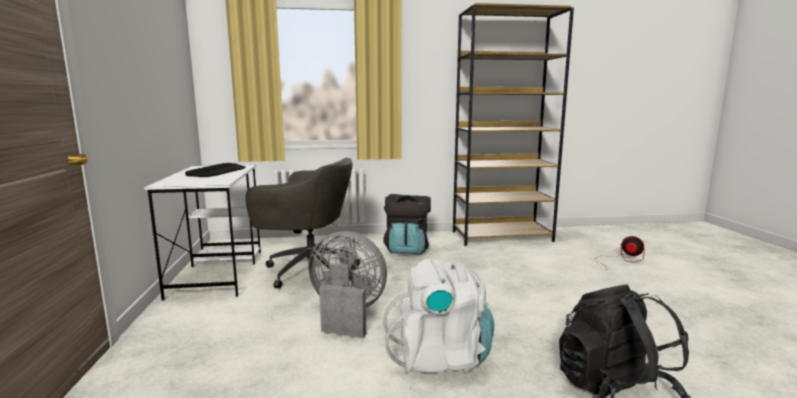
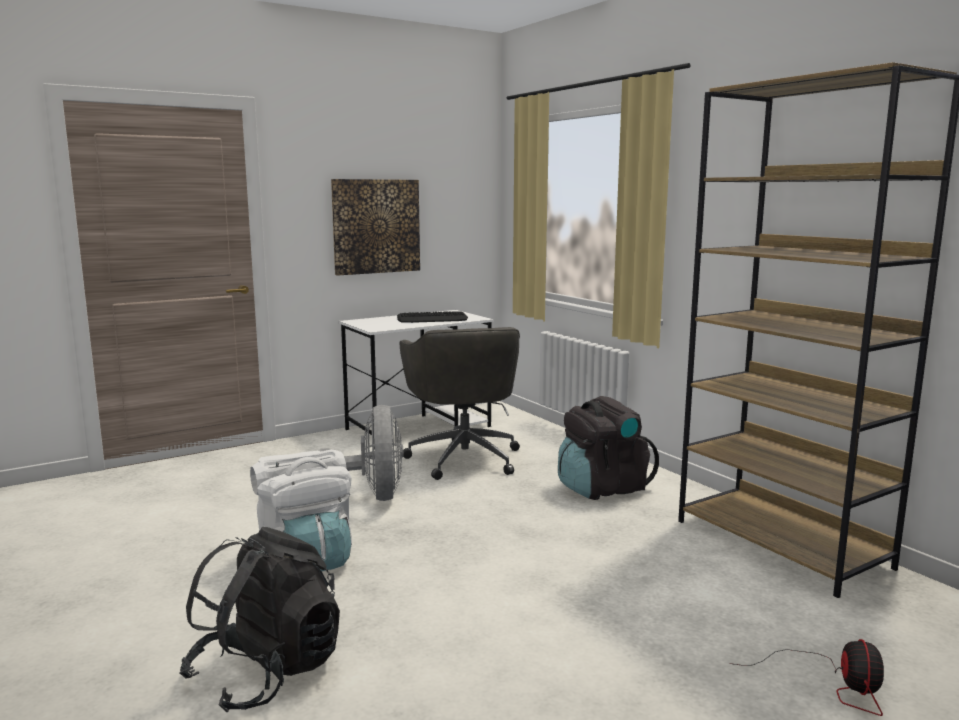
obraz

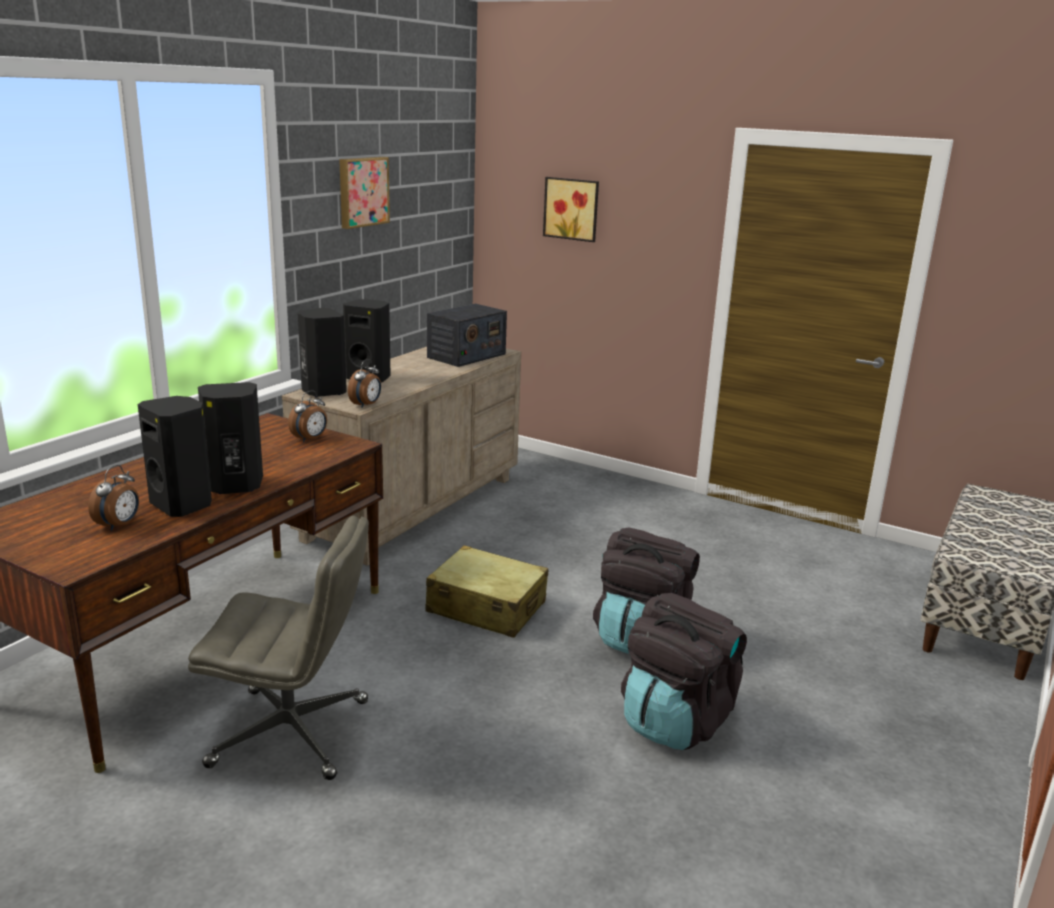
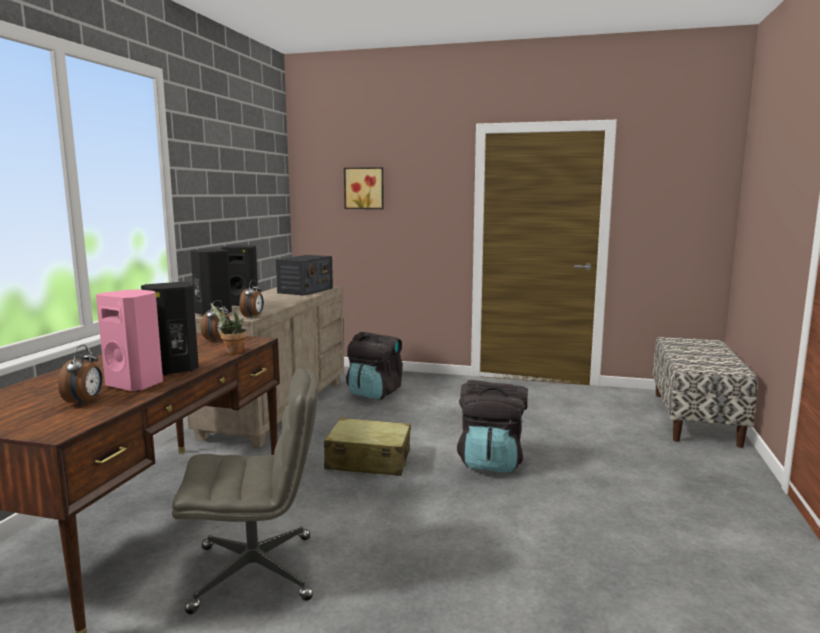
obraz (no. 1 from left in the first image)
roślina doniczkowa
plecak (czarny) (no. 1 from left)
głośnik (różowy)

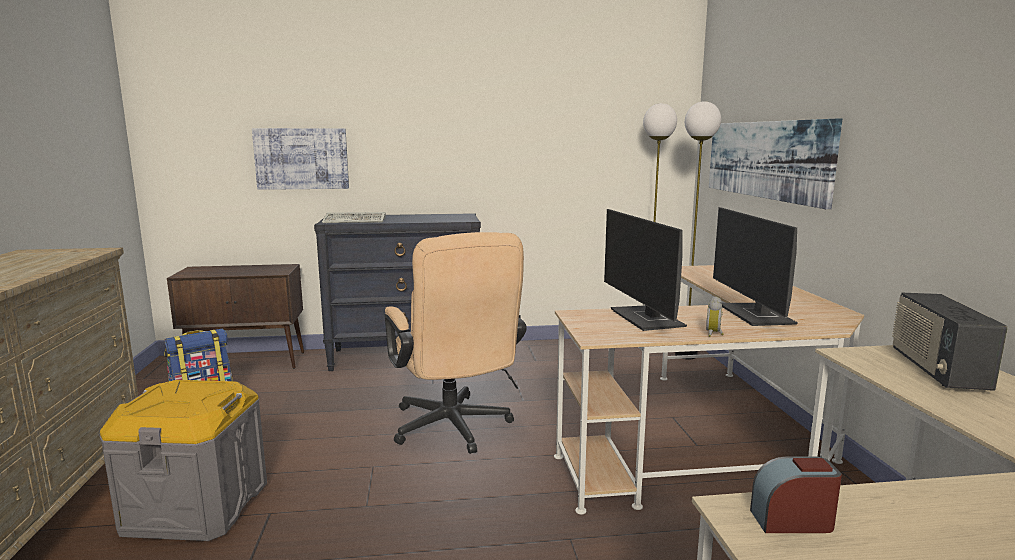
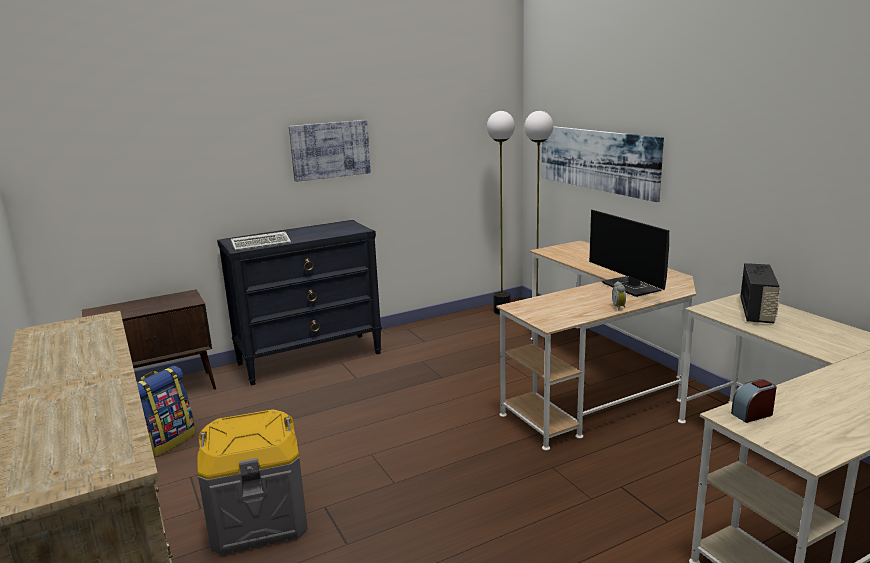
krzesło biurowe (beżowy)
monitor (no. 1 from left in the first image)
obraz (no. 1 from left)
radio

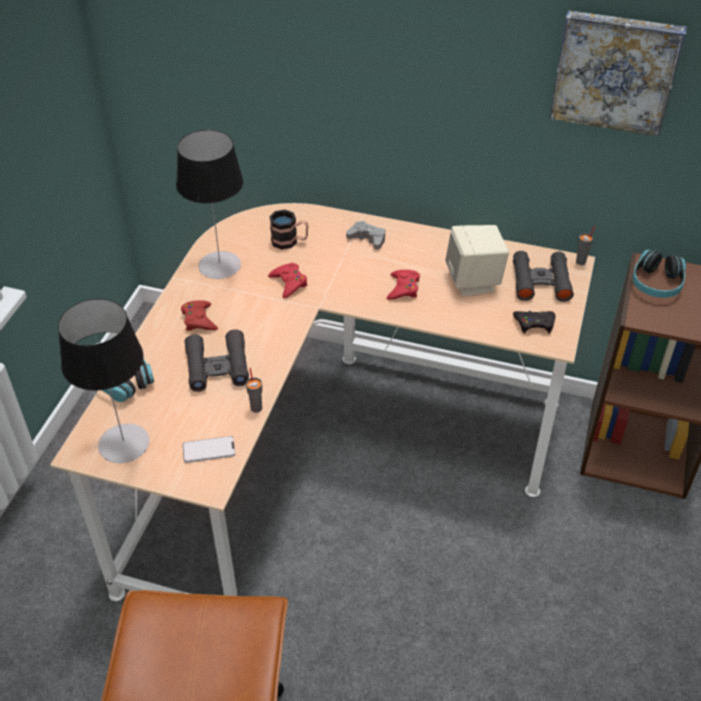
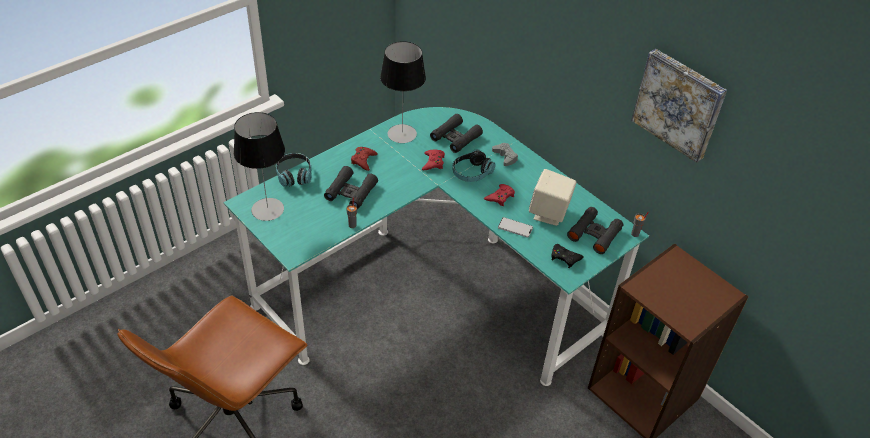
telefon
słuchawki (no. 2 from left)
lornetka (czarny) (no. 2 from left)
biurko (turkusowy)

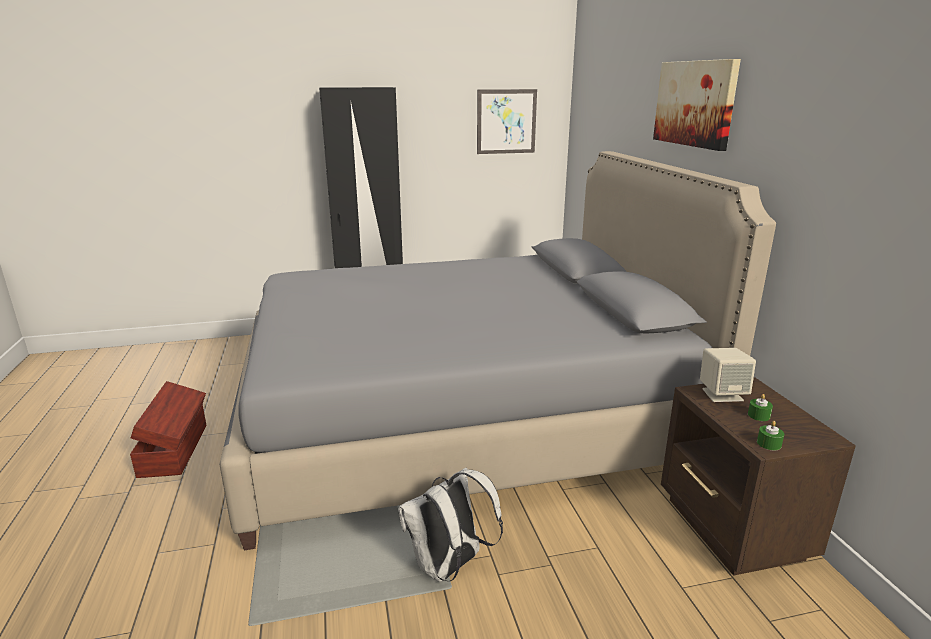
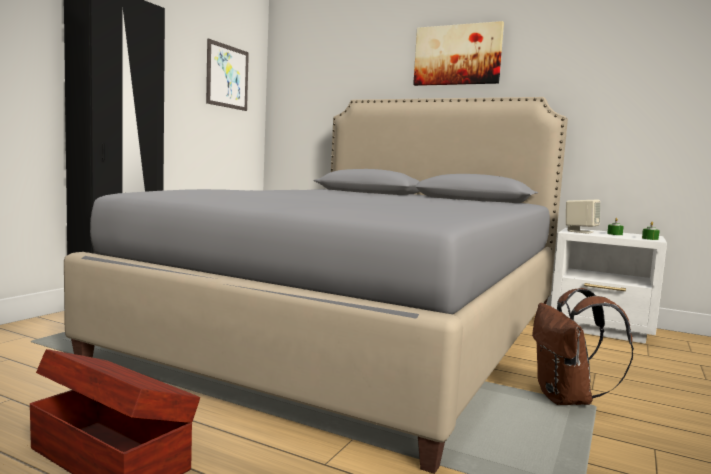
plecak (brązowy)
szafka nocna (biały)

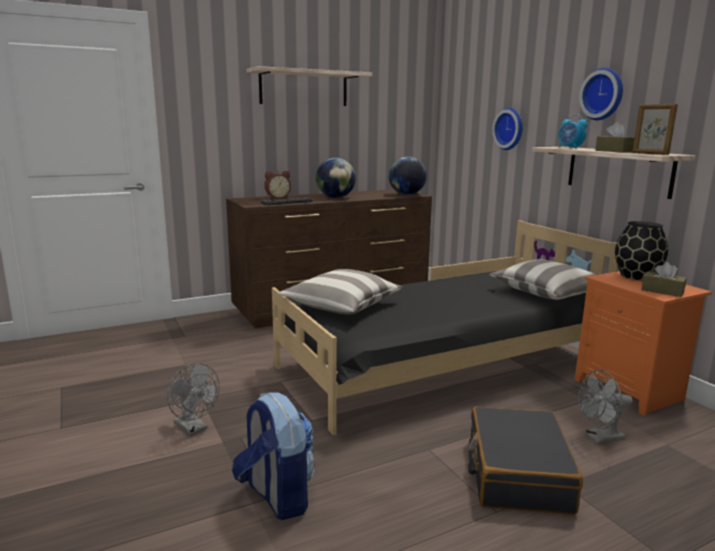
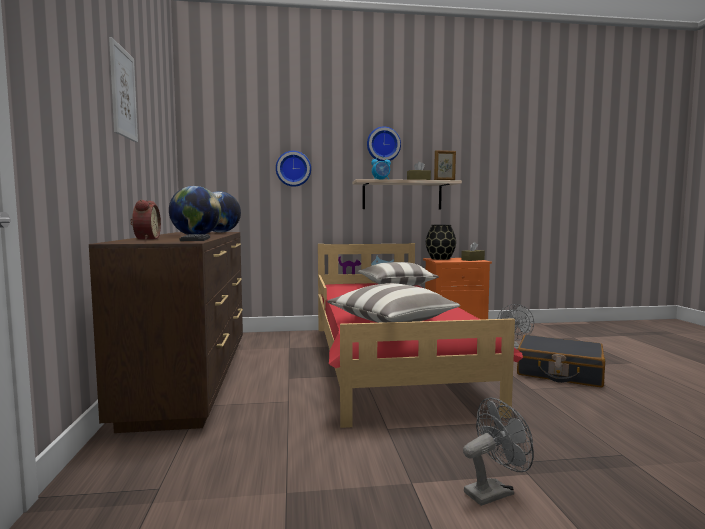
plecak
obraz
łóżko (czerwony)

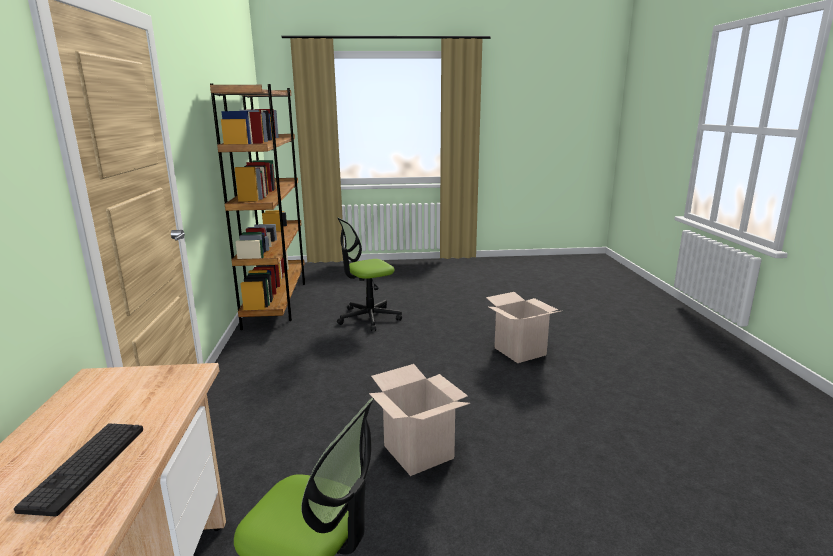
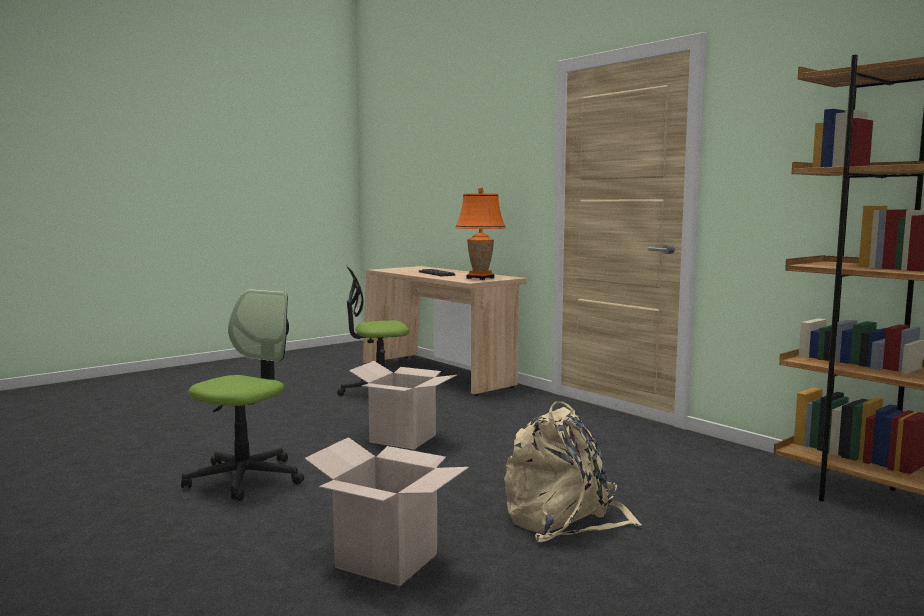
lampa stołowa (pomarańczowy)
plecak (beżowy)
krzesło biurowe (no. 1 from left)

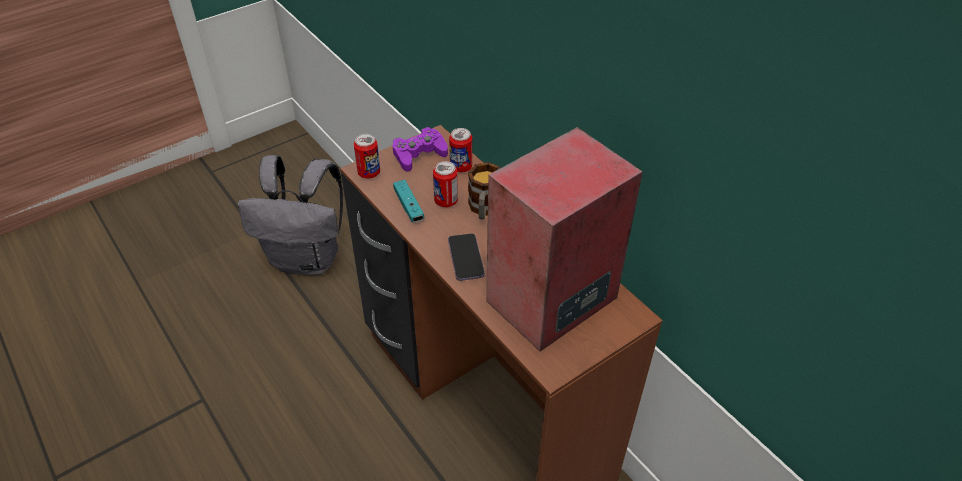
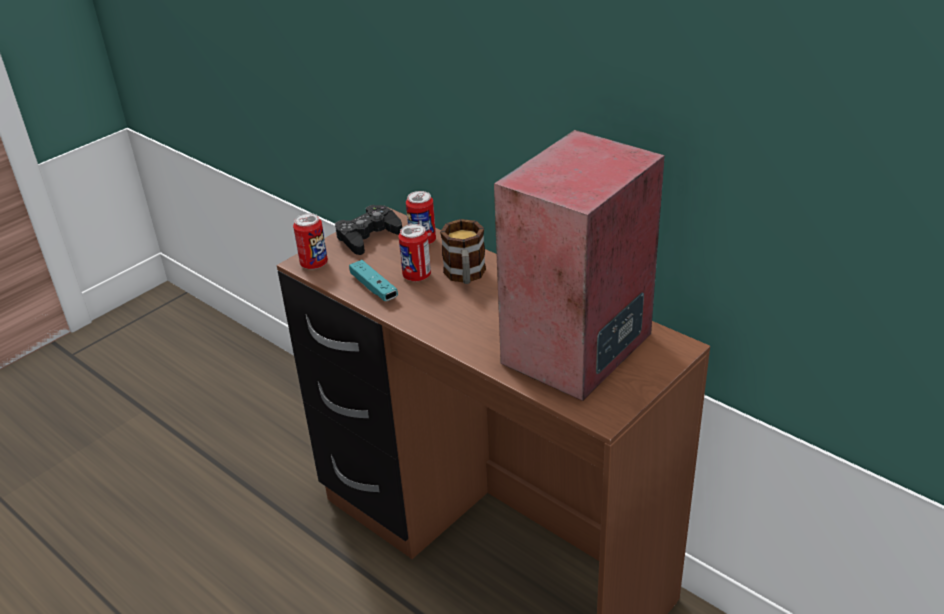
plecak (szary)
telefon
pad do gier (czarny)

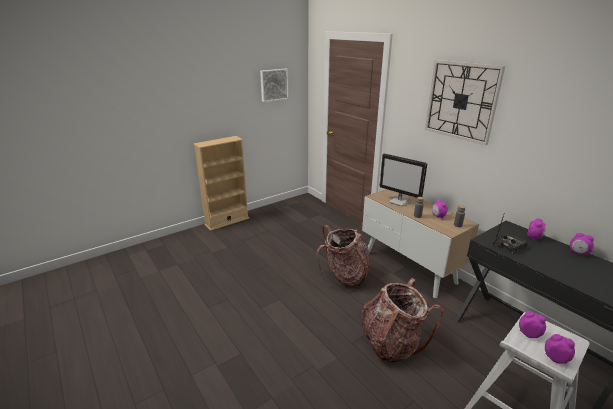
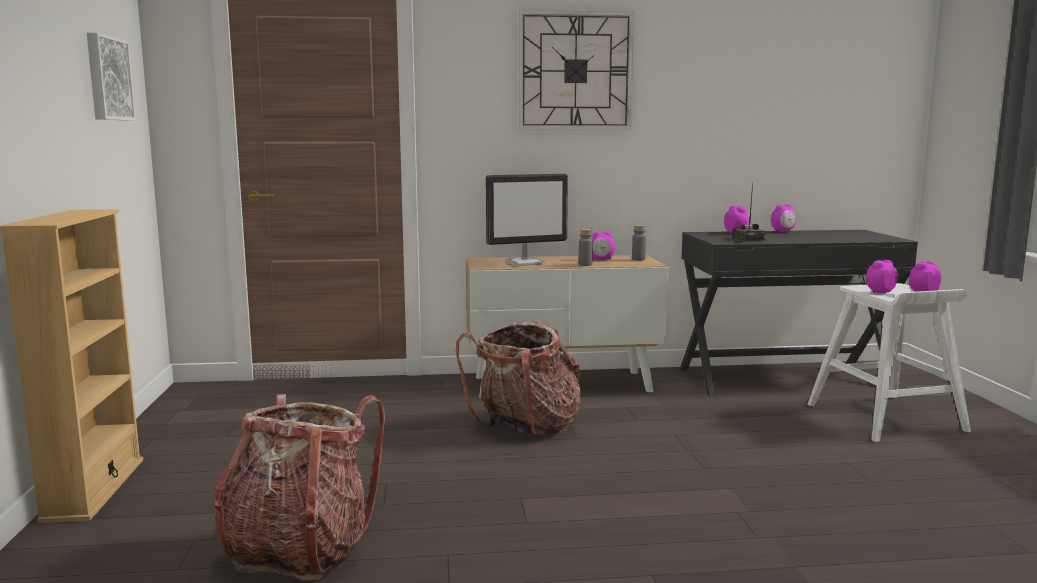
plecak (no. 1 from left)

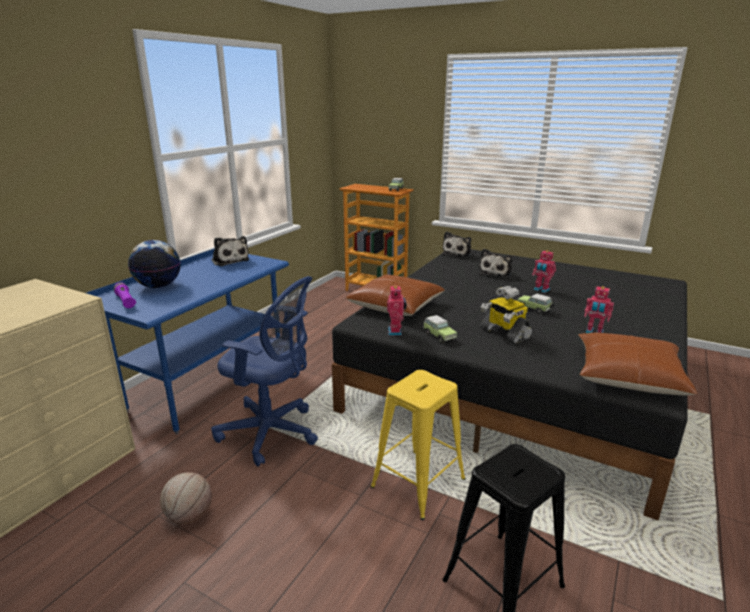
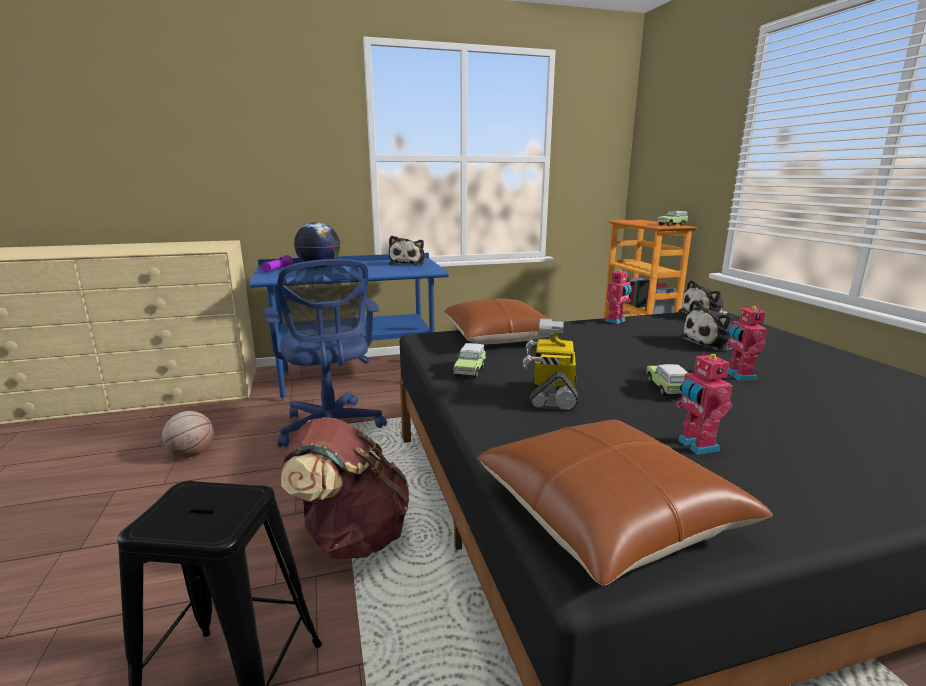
robot zabawkowy (no. 2 from left)
plecak (brązowy)

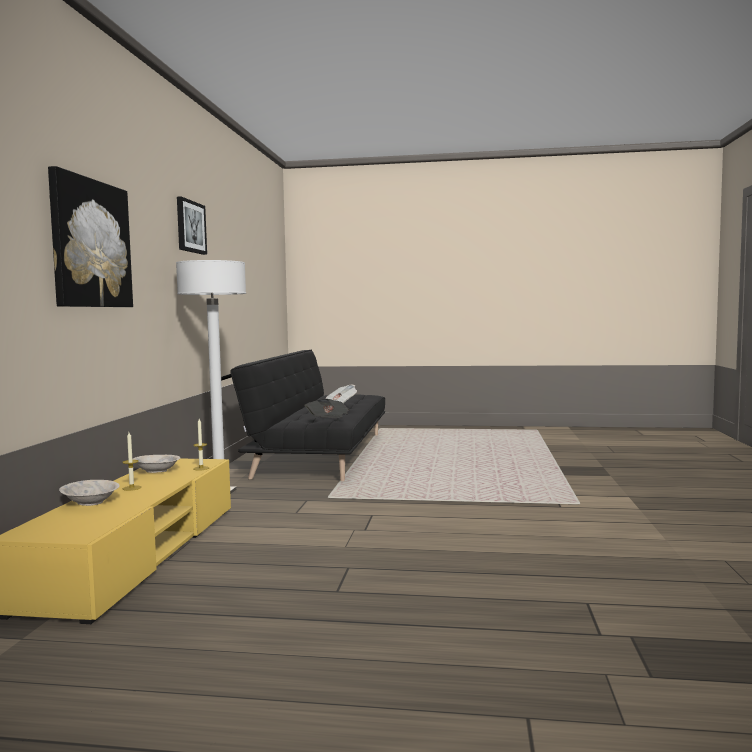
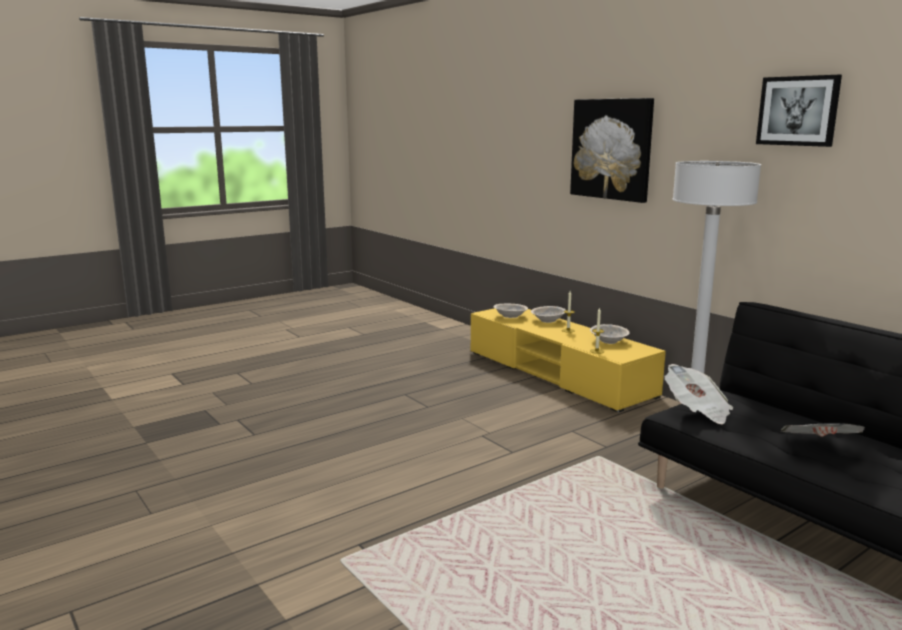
miska (beżowy) (no. 1 from left)

